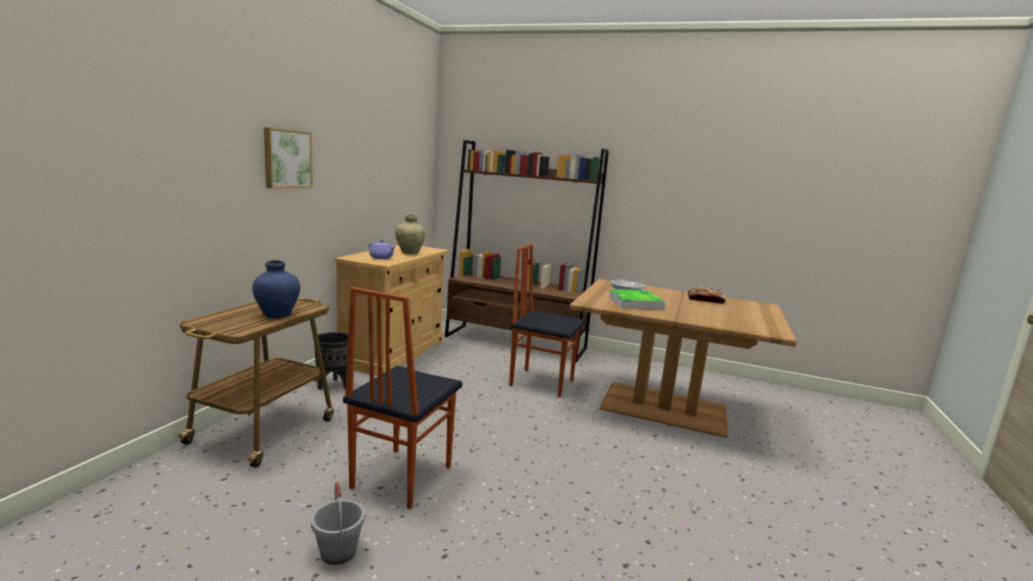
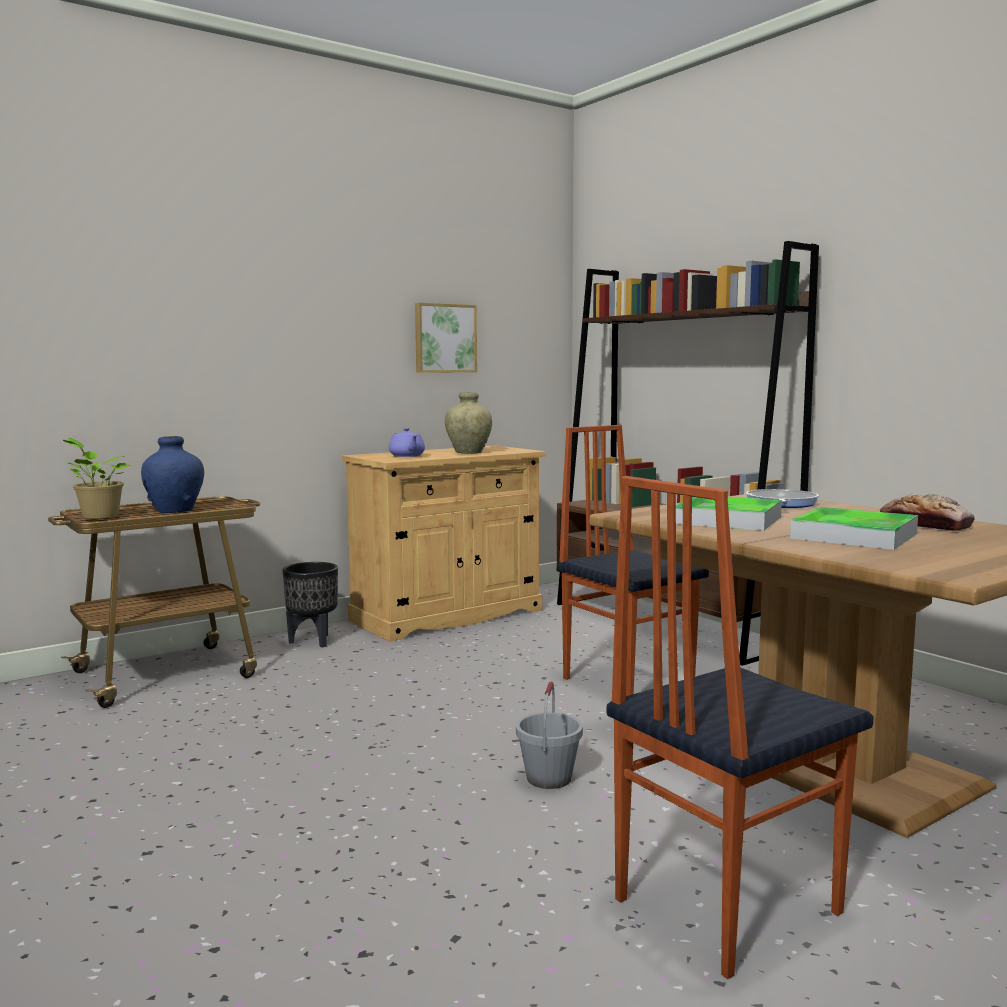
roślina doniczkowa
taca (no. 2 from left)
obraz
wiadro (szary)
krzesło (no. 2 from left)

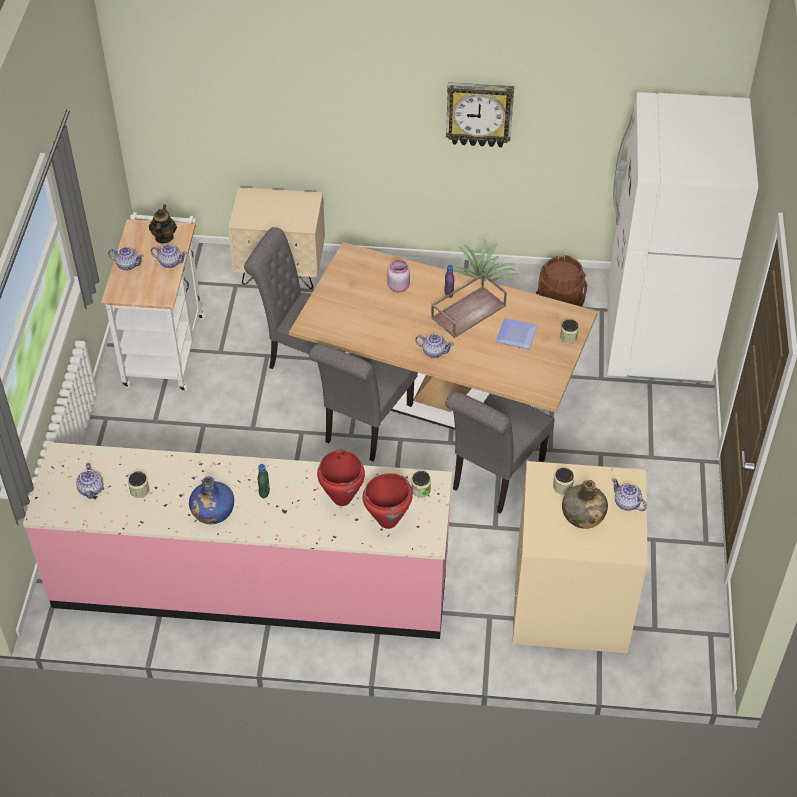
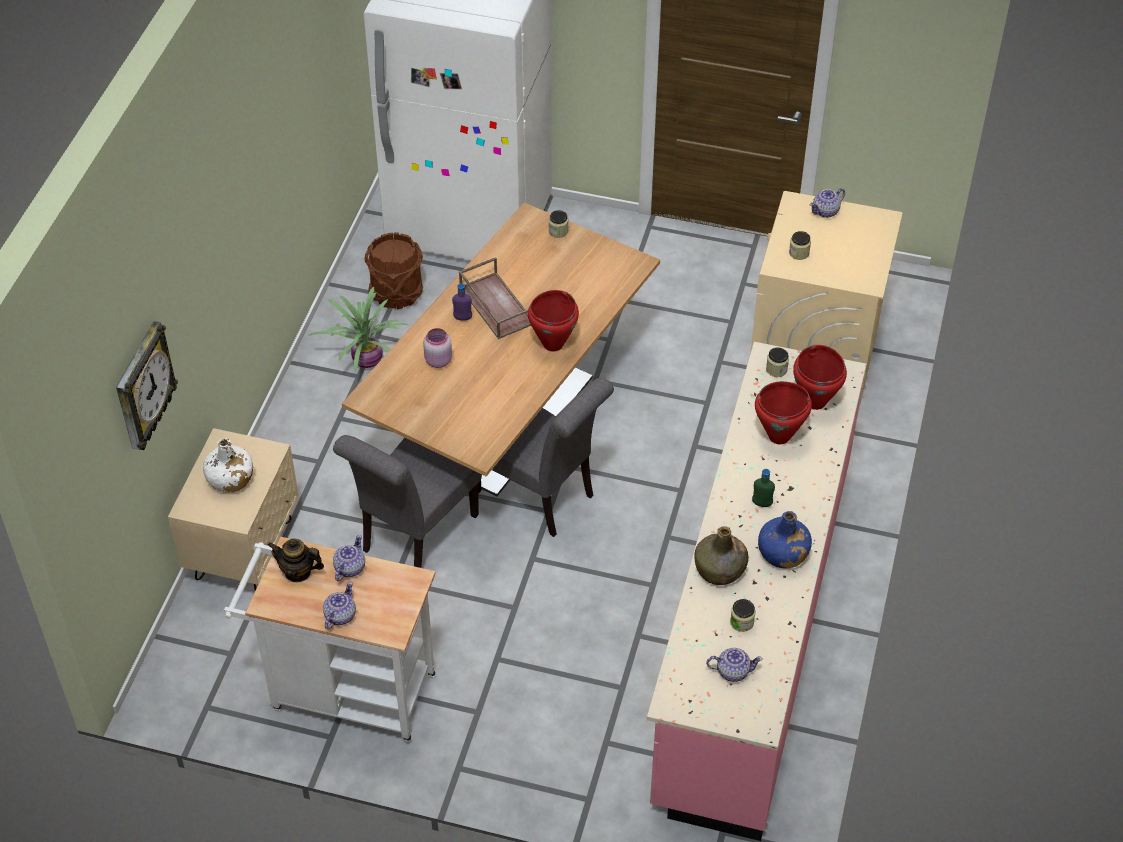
krzesło (szary) (no. 3 from left in the first image)
talerz
butelka (biały)
zegar ścienny
butelka (zielony) (no. 1 from left)
garnek (czerwony) (no. 1 from left)

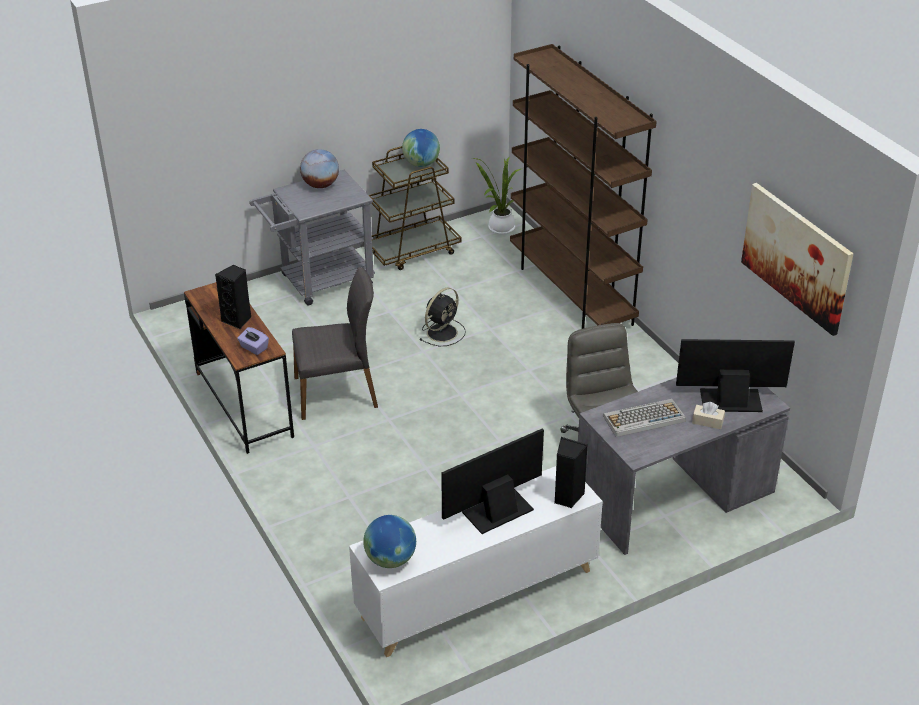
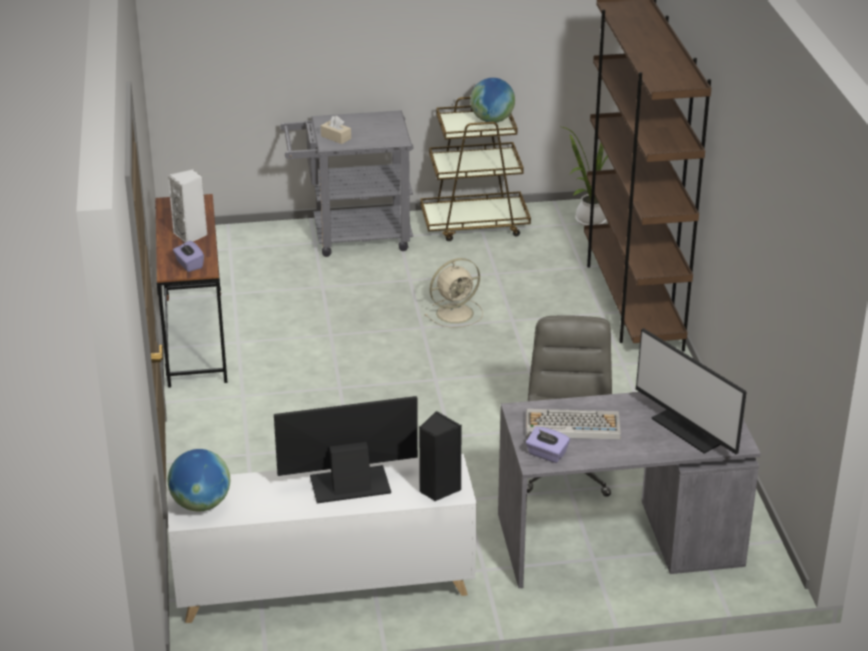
krzesło (szary)
globus (no. 1 from left in the first image)
obraz
pudełko chusteczek (fioletowy) (no. 2 from left)
pudełko chusteczek (beżowy)
głośnik (biały)
wentylator (beżowy)
monitor (no. 2 from left)

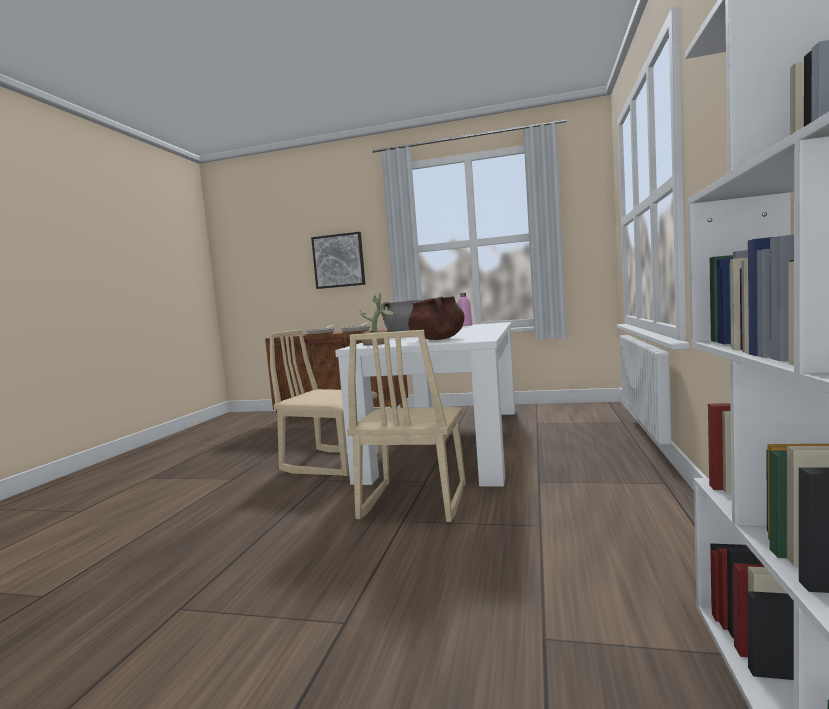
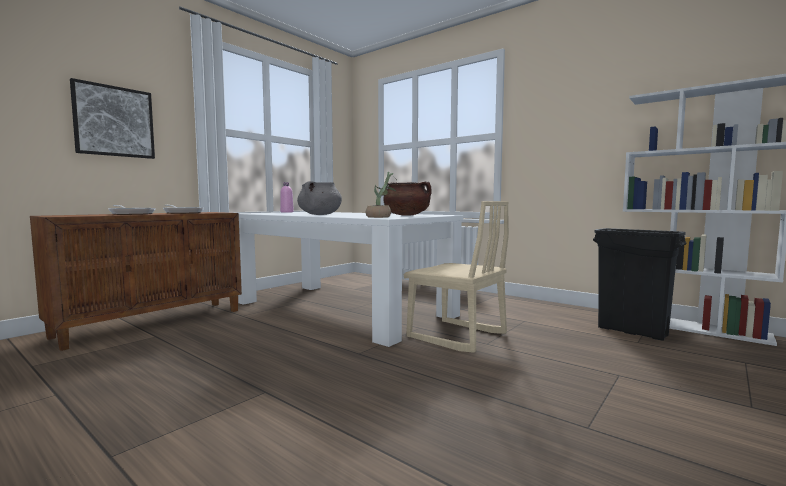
krzesło (beżowy) (no. 1 from left in the first image)
kosz na śmieci (czarny)

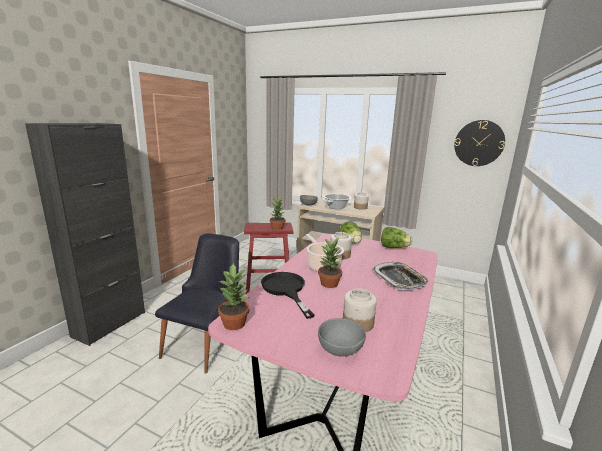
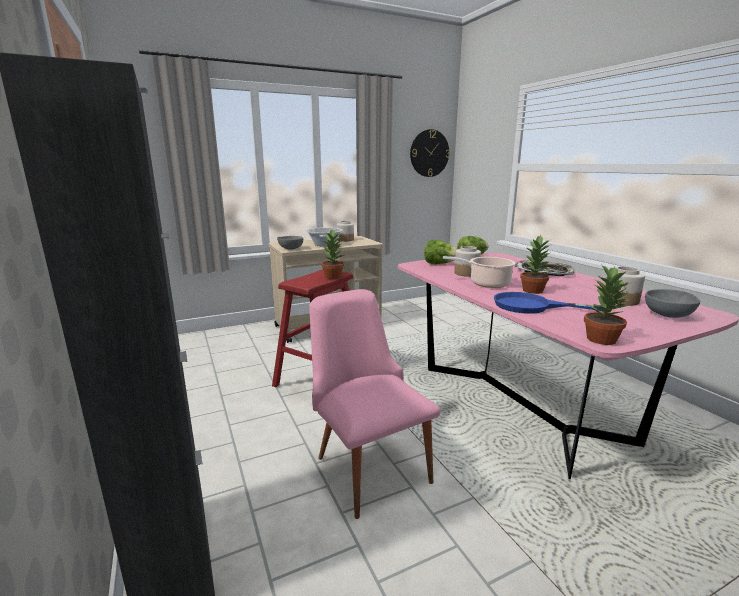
krzesło (różowy)
patelnia (niebieski)

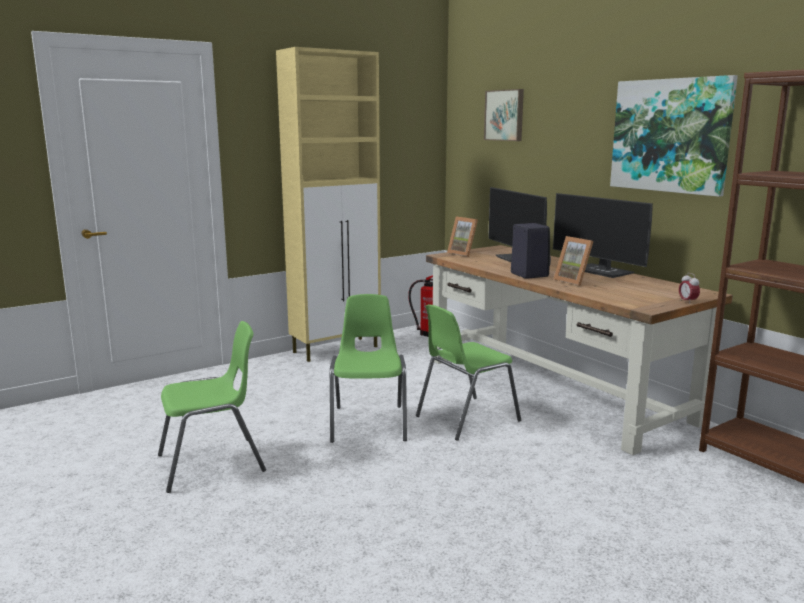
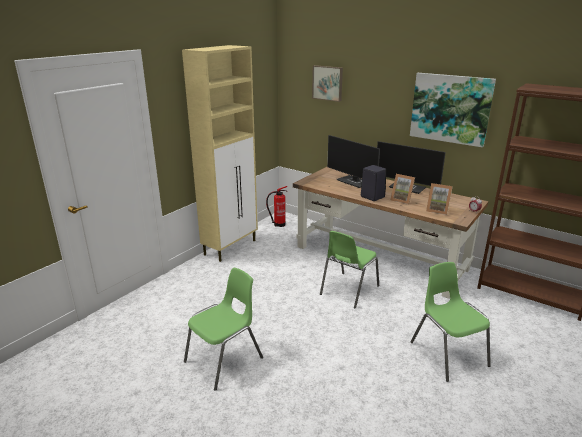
krzesło (zielony) (no. 3 from left)
ramka na zdjęcie (no. 2 from left)

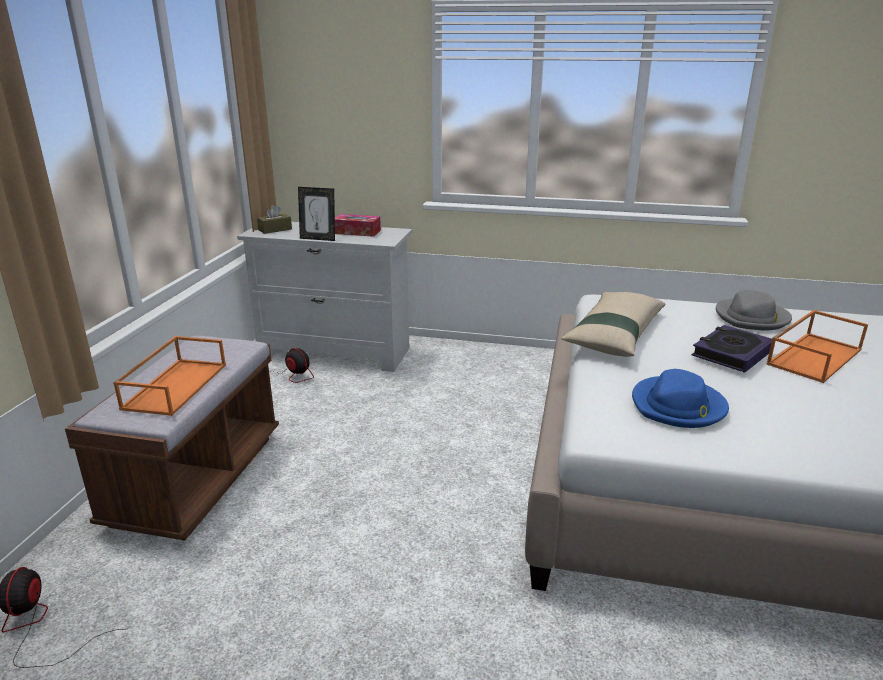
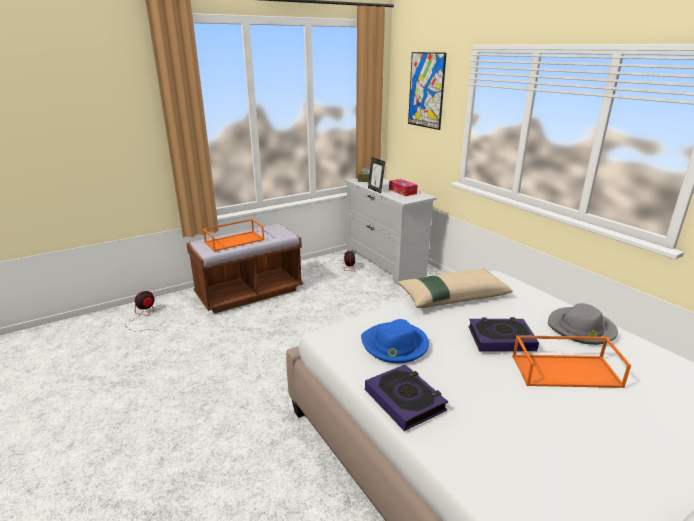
książka (no. 1 from left)
obraz

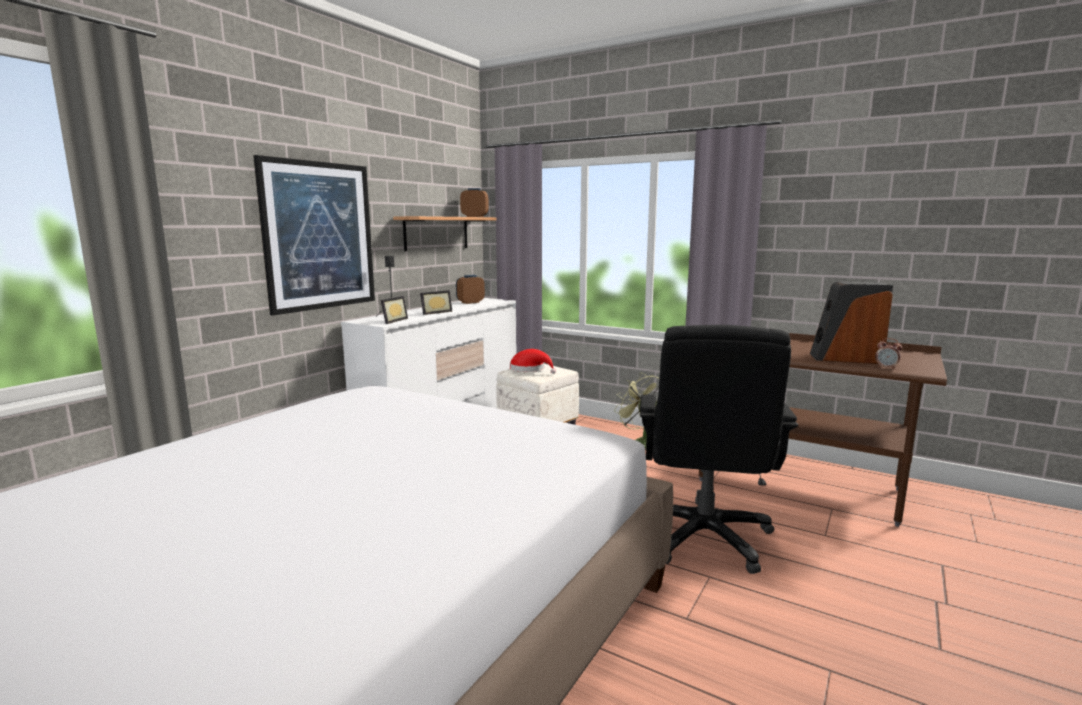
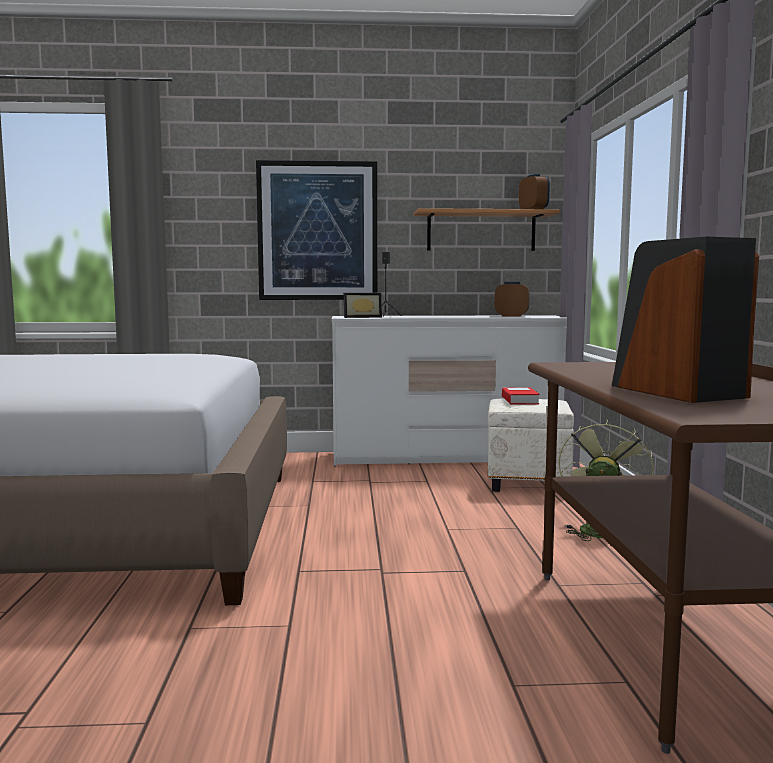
ramka na zdjęcie (no. 2 from left in the first image)
krzesło biurowe (czarny)
budzik (no. 3 from left in the first image)
książka

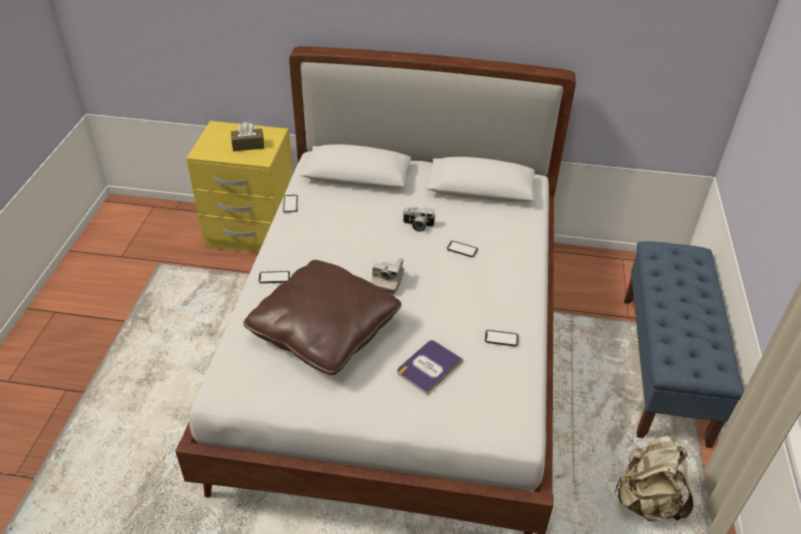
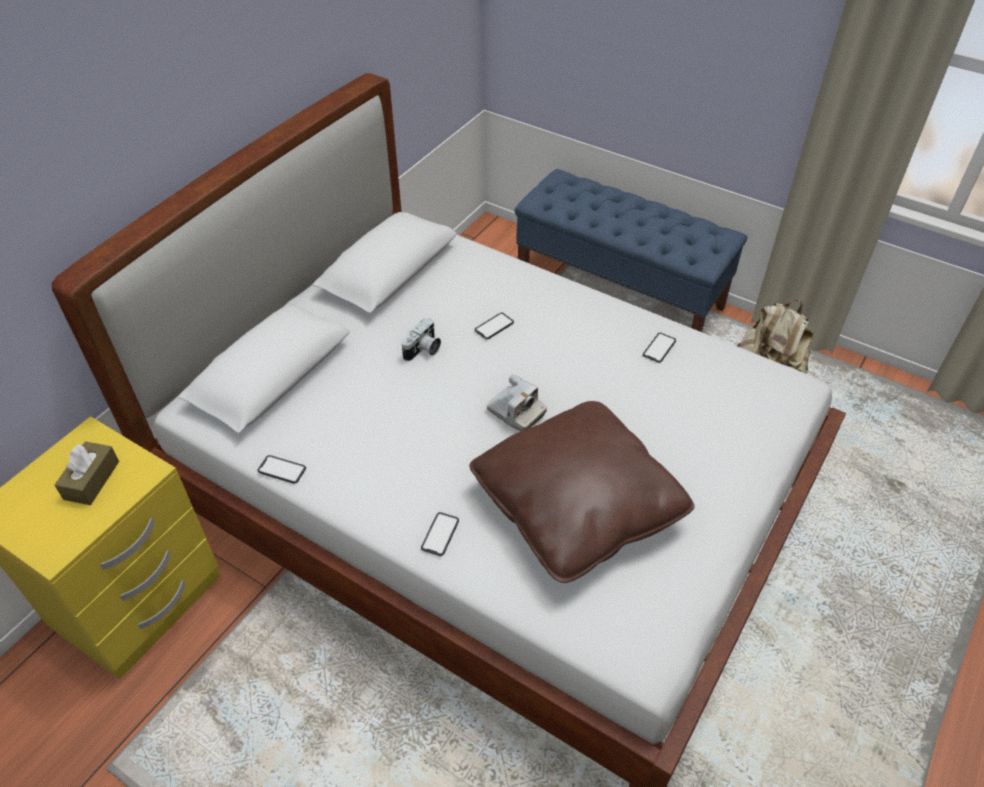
książka

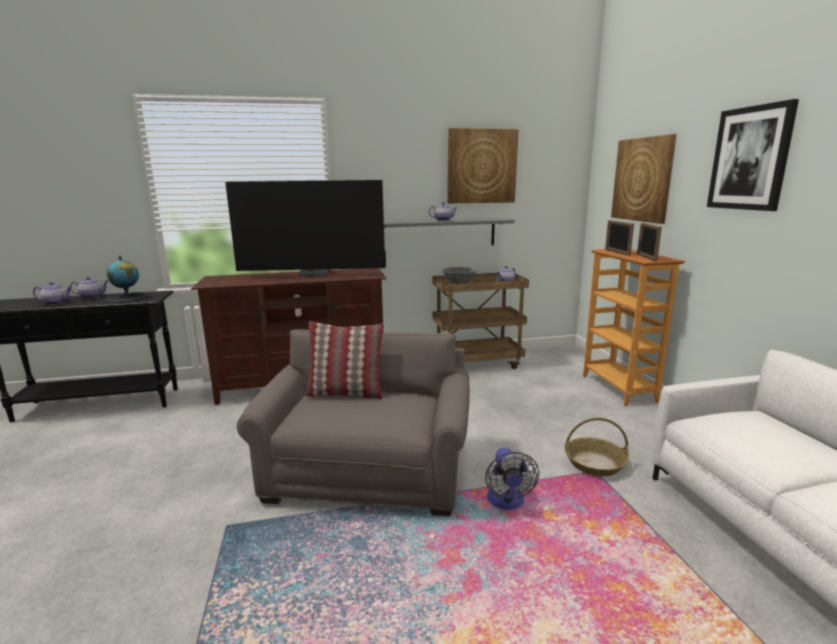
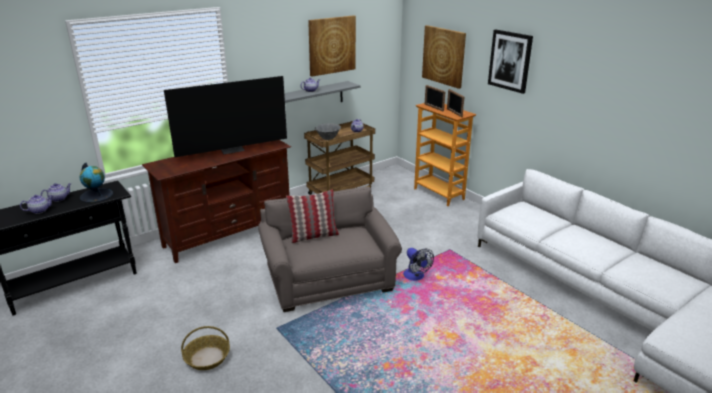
koszyk

